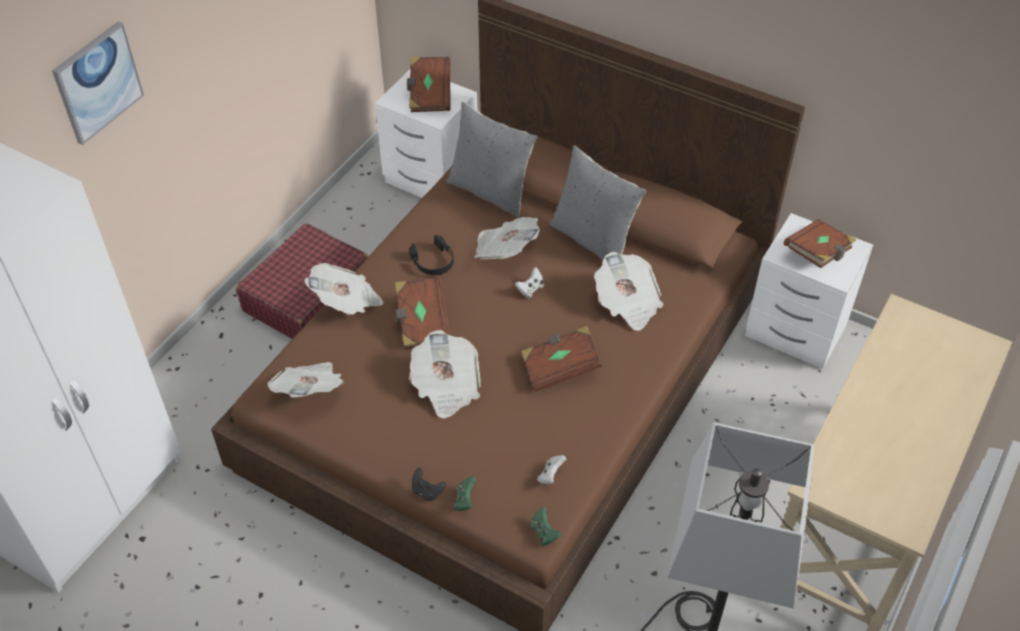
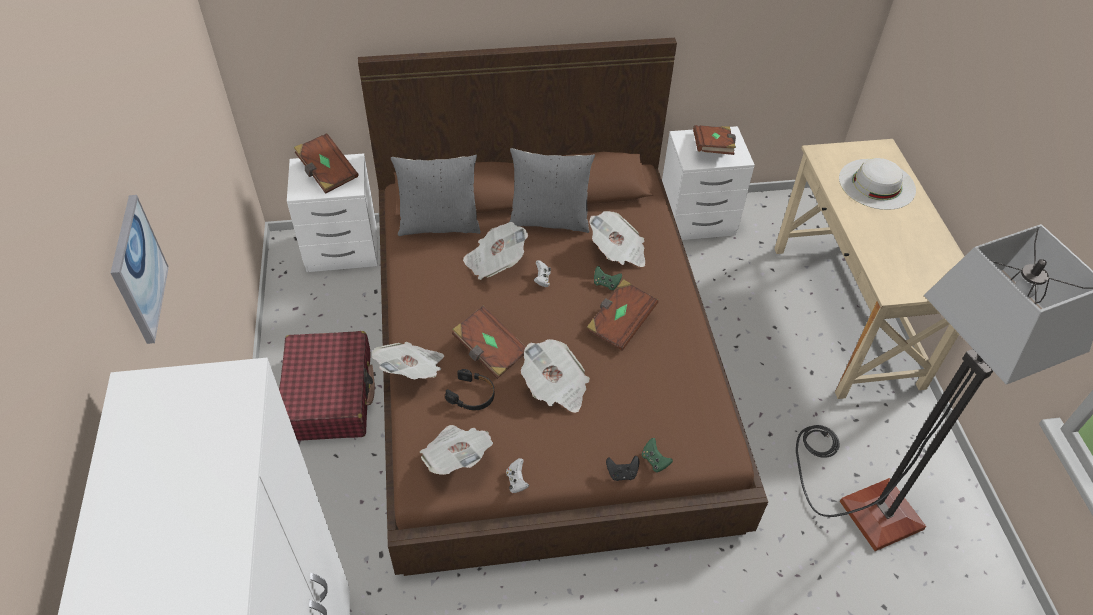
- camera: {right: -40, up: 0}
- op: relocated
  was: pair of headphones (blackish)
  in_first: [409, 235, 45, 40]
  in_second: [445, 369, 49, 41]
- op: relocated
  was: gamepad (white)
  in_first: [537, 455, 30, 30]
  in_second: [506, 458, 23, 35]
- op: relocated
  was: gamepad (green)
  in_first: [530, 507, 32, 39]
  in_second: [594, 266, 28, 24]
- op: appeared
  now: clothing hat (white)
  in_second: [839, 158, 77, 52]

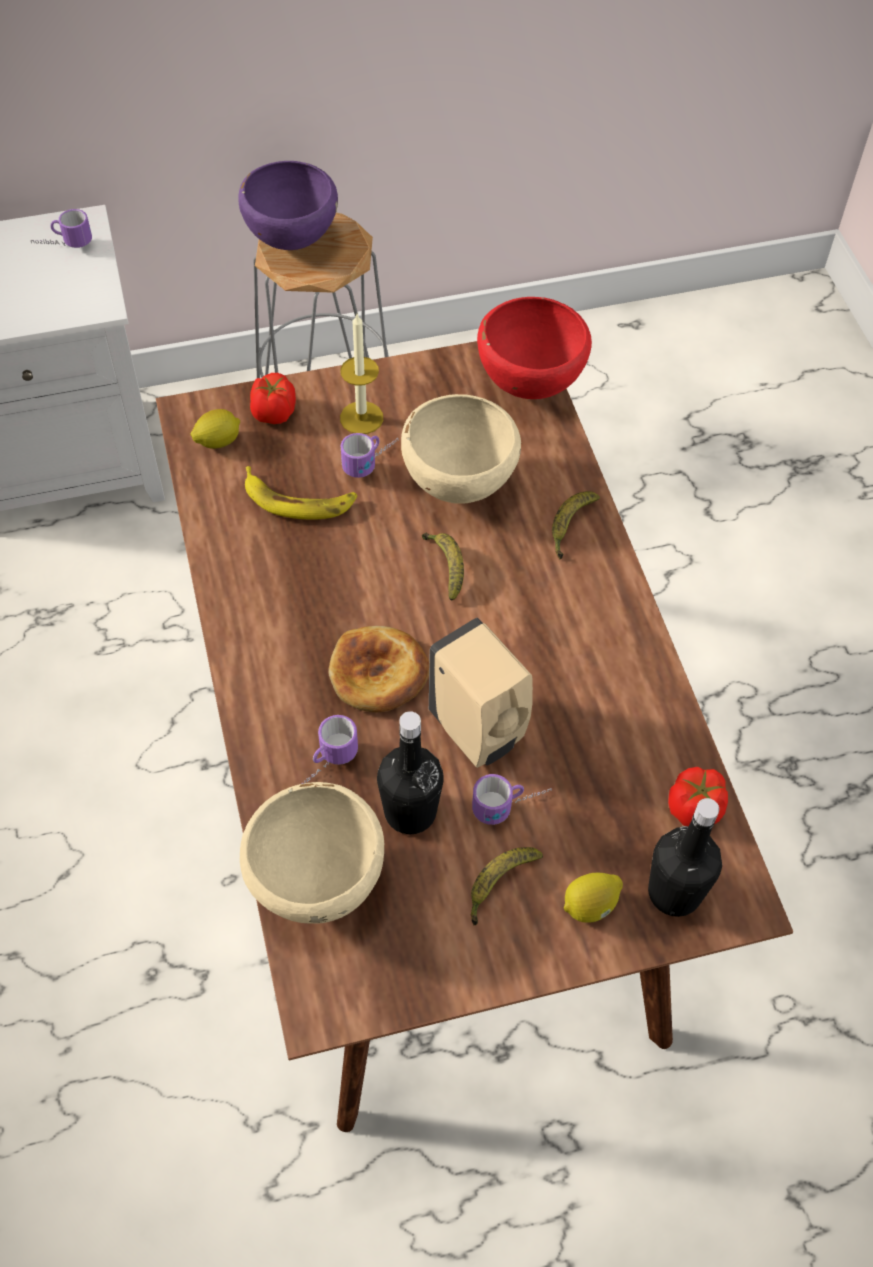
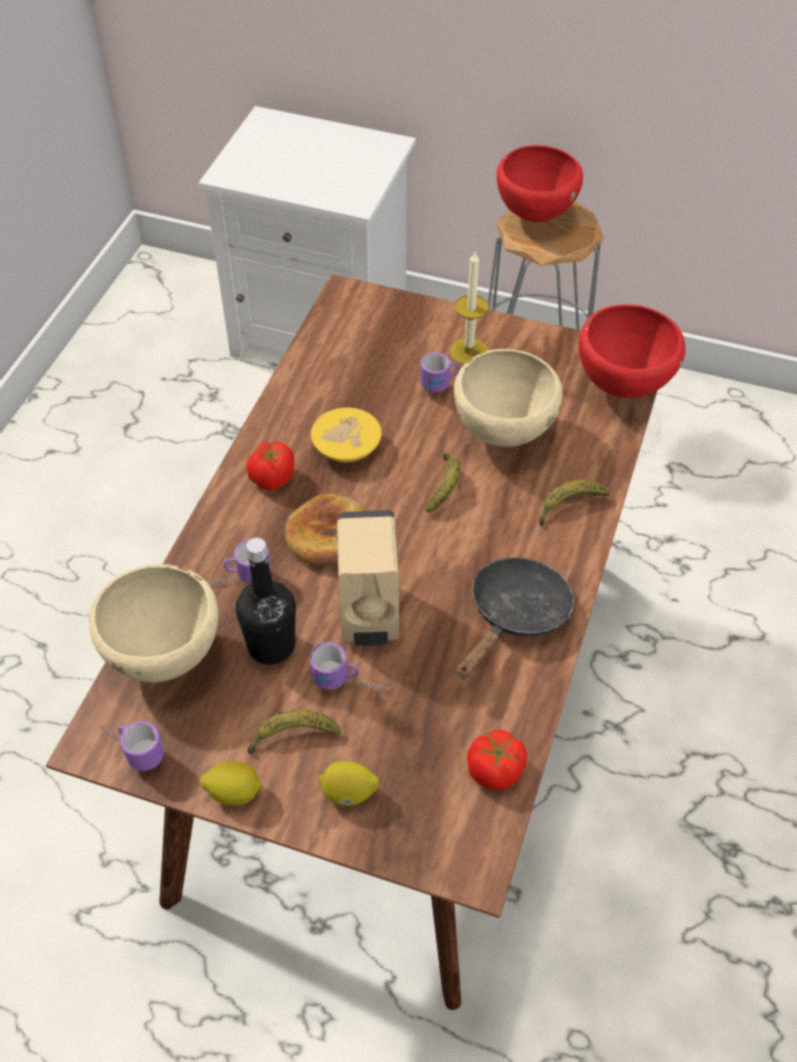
- camera: {right: 35, up: -5}
- op: relocated
  was: coffee mug
  in_first: [31, 209, 61, 39]
  in_second: [100, 721, 64, 50]
- op: relocated
  was: whole lemon
  in_first: [190, 409, 50, 40]
  in_second: [200, 761, 62, 45]
- op: relocated
  was: whole tomato
  in_first: [250, 373, 46, 51]
  in_second: [246, 441, 49, 49]
- op: appeared
  now: bowl (yellow)
  in_second: [311, 407, 71, 55]
- op: appeared
  now: frying pan (blackish)
  in_second: [456, 557, 118, 122]
- op: colour
  was: bowl (purple-coloured)
  now: bowl (red)
  in_first: [238, 161, 100, 89]
  in_second: [497, 145, 86, 77]
- op: missing
  was: banana fruit
  in_first: [245, 466, 112, 54]
- op: missing
  was: beverage bottle (blackish)
  in_first: [648, 798, 74, 119]

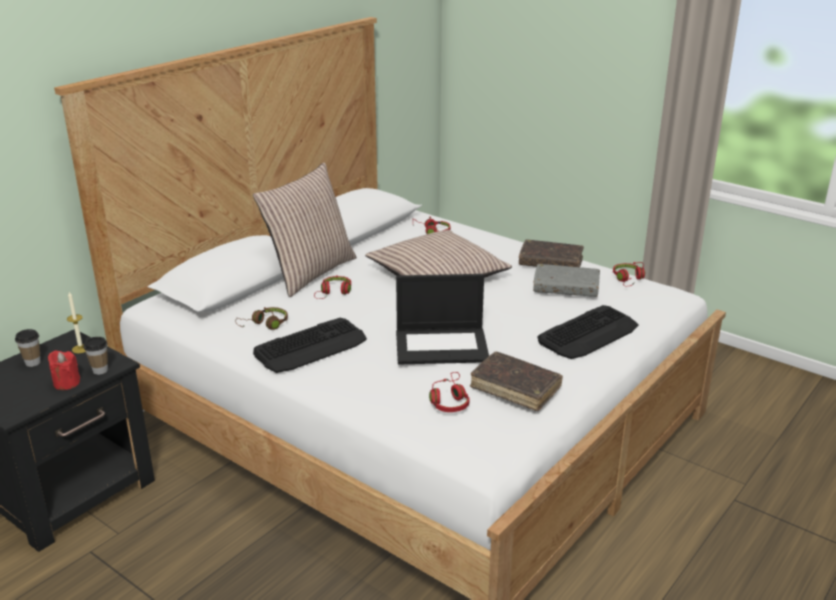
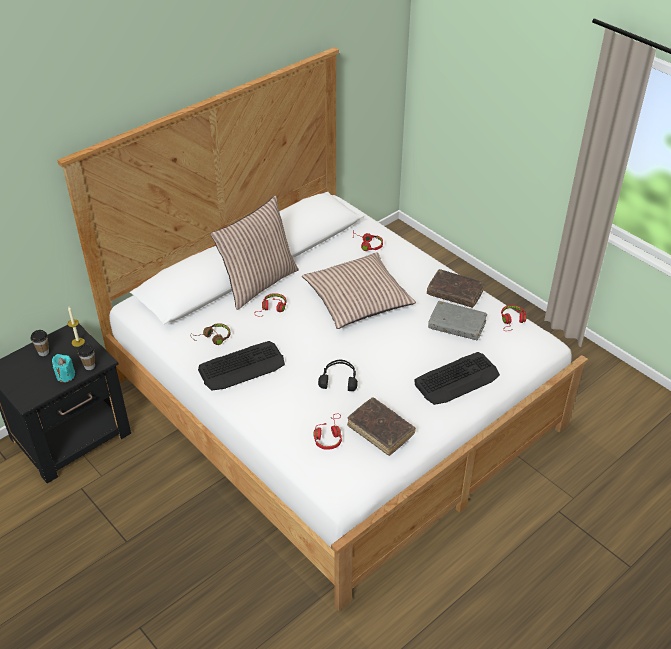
- camera: {right: 10, up: 15}
- op: colour
  was: wax candle (red)
  now: wax candle (turquoise)
  in_first: [48, 350, 32, 40]
  in_second: [52, 354, 23, 29]
- op: exchanged
  was: laptop
  now: pair of headphones (blackish)
  in_first: [396, 274, 93, 91]
  in_second: [318, 360, 40, 31]

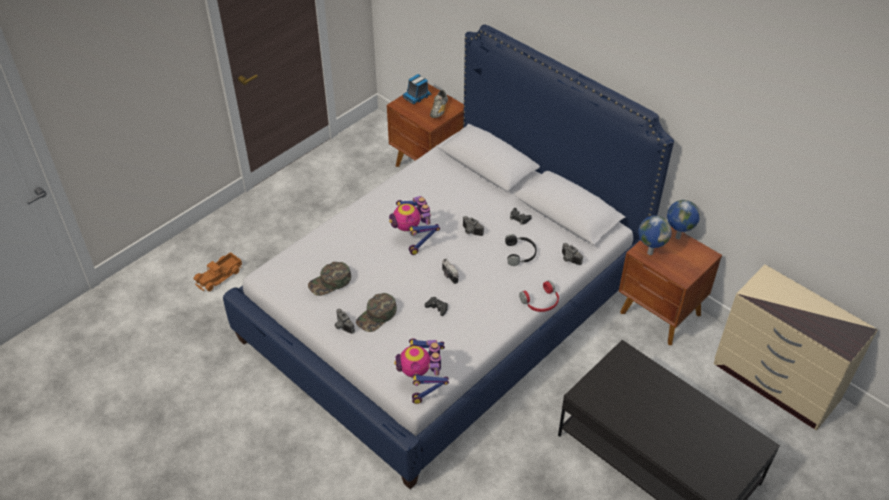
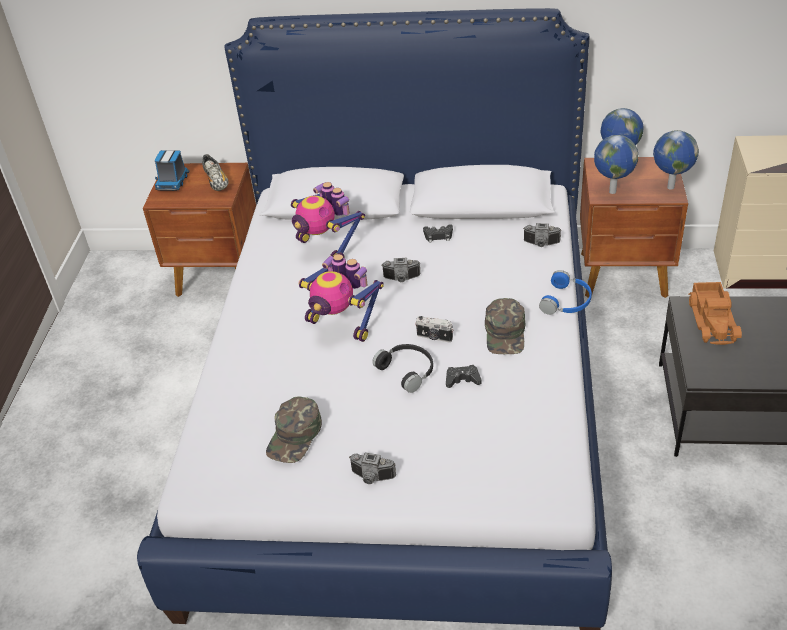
- camera: {right: -35, up: -5}
- op: relocated
  was: robot figure
  in_first: [394, 338, 55, 66]
  in_second: [291, 182, 74, 75]
- op: relocated
  was: pair of headphones (blackish)
  in_first: [505, 234, 32, 32]
  in_second: [372, 344, 61, 49]
- op: relocated
  was: baseball cap (green)
  in_first: [356, 293, 41, 39]
  in_second: [485, 298, 41, 56]
- op: colour
  was: pair of headphones (red)
  now: pair of headphones (blue)
  in_first: [519, 280, 40, 32]
  in_second: [539, 270, 53, 45]
- op: appeared
  now: desk globe
  in_second: [653, 130, 46, 60]
- op: relocated
  was: model truck
  in_first: [194, 252, 48, 39]
  in_second: [688, 282, 54, 63]

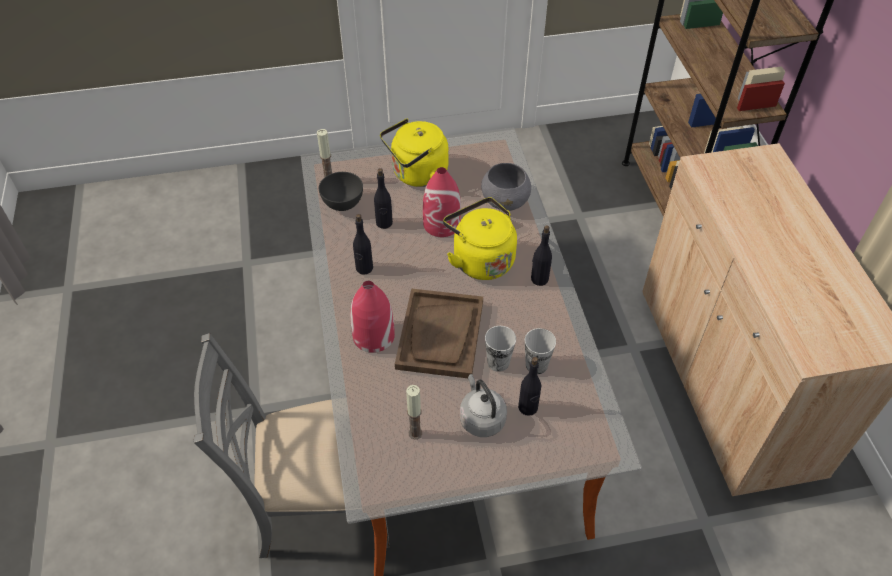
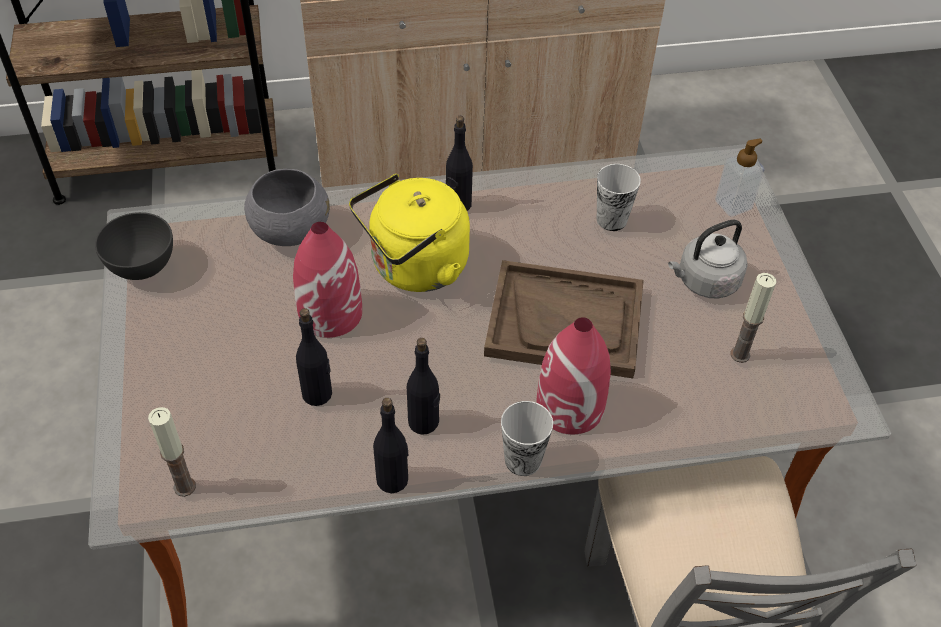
- camera: {right: -90, up: 0}
- op: relocated
  was: bowl (grey)
  in_first: [319, 172, 44, 39]
  in_second: [95, 212, 78, 68]
- op: relocated
  was: beverage bottle (blackish)
  in_first: [518, 357, 23, 59]
  in_second: [373, 398, 35, 95]
- op: relocated
  was: cup
  in_first: [485, 326, 31, 46]
  in_second: [501, 401, 52, 75]
- op: appeared
  now: liquid soap bottle
  in_second: [715, 139, 49, 78]
- op: missing
  was: tea kettle (yellow)
  in_first: [380, 119, 68, 68]

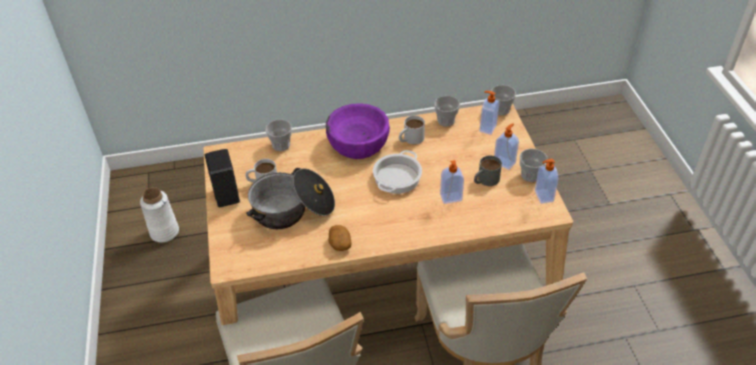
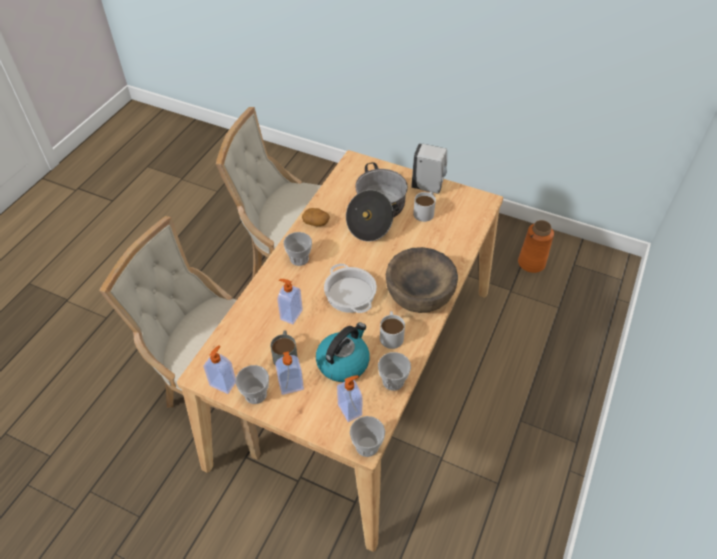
- camera: {right: 125, up: 5}
- op: relocated
  was: cup
  in_first: [265, 120, 27, 31]
  in_second: [284, 232, 28, 34]
- op: appeared
  now: tea kettle
  in_second: [316, 322, 54, 60]
- op: colour
  was: bowl (purple-coloured)
  now: bowl (brown)
  in_first: [326, 103, 64, 56]
  in_second: [386, 247, 72, 66]
- op: colour
  was: liquid soap bottle (blackish)
  now: liquid soap bottle (white)
  in_first: [205, 149, 35, 58]
  in_second: [411, 143, 36, 51]
- op: colour
  was: flower vase (white)
  now: flower vase (orangey)
  in_first: [140, 187, 39, 55]
  in_second: [518, 220, 36, 53]

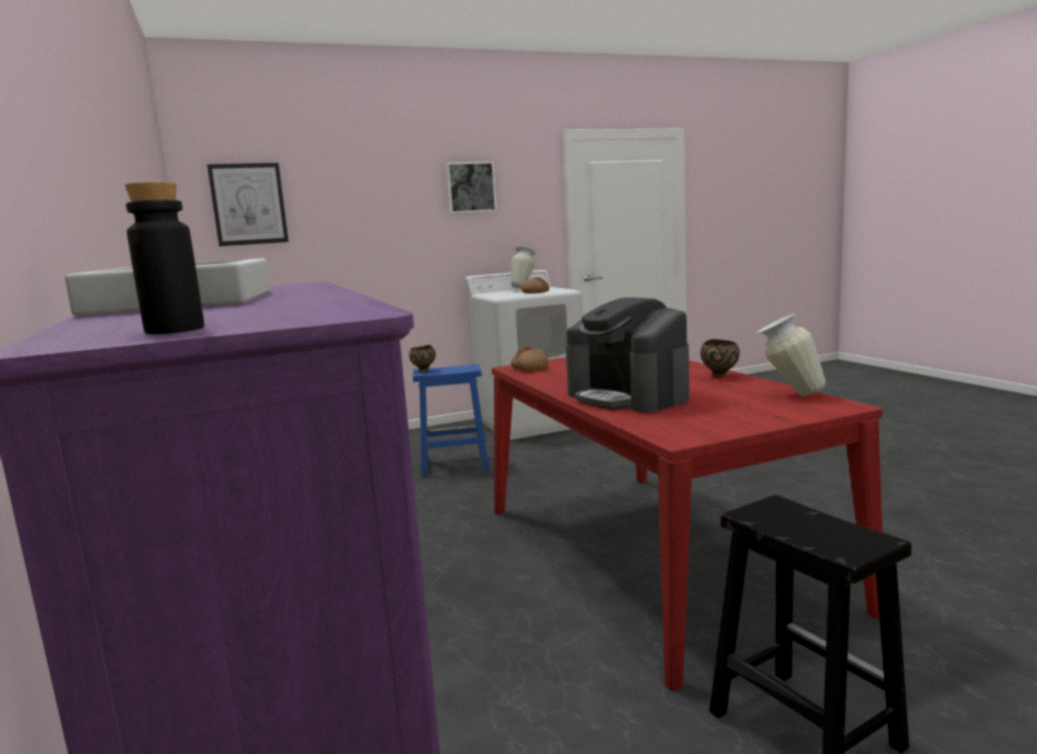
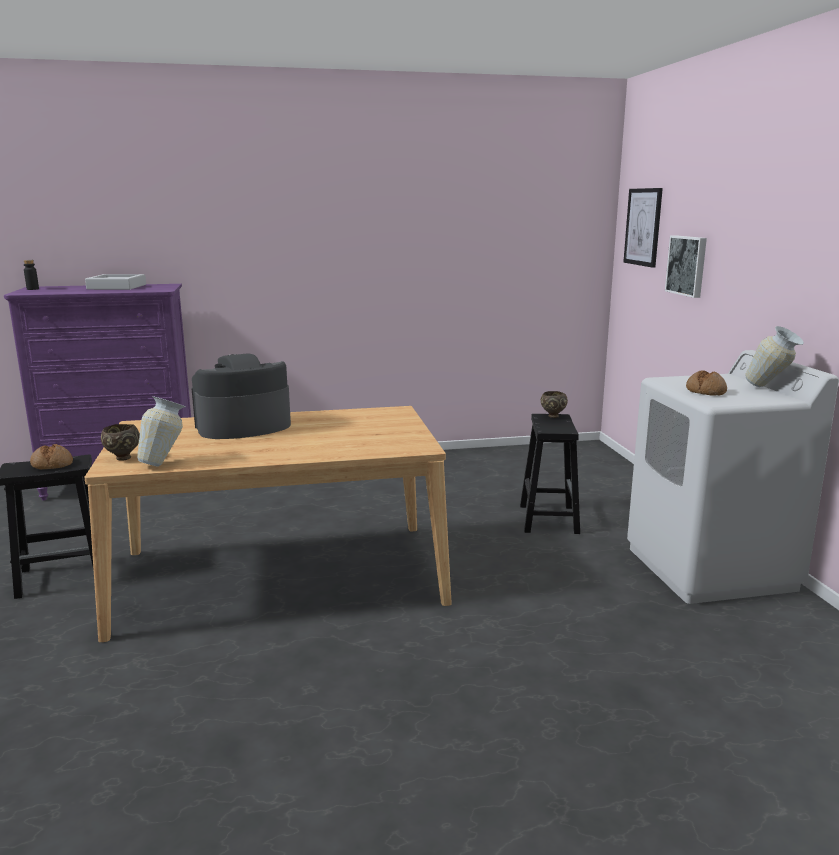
- camera: {right: 100, up: 5}
- op: relocated
  was: bakery bread
  in_first: [511, 347, 38, 24]
  in_second: [30, 444, 43, 26]
- op: colour
  was: dining table (red)
  now: dining table (sand-coloured)
  in_first: [492, 357, 391, 334]
  in_second: [84, 406, 368, 236]
- op: relocated
  was: bowl (brown)
  in_first: [700, 339, 40, 39]
  in_second: [101, 424, 39, 36]
- op: colour
  was: stool (blue)
  now: stool (blackish)
  in_first: [413, 364, 76, 113]
  in_second: [520, 414, 60, 120]
- op: relocated
  was: wall picture
  in_first: [446, 161, 51, 52]
  in_second: [665, 235, 42, 63]

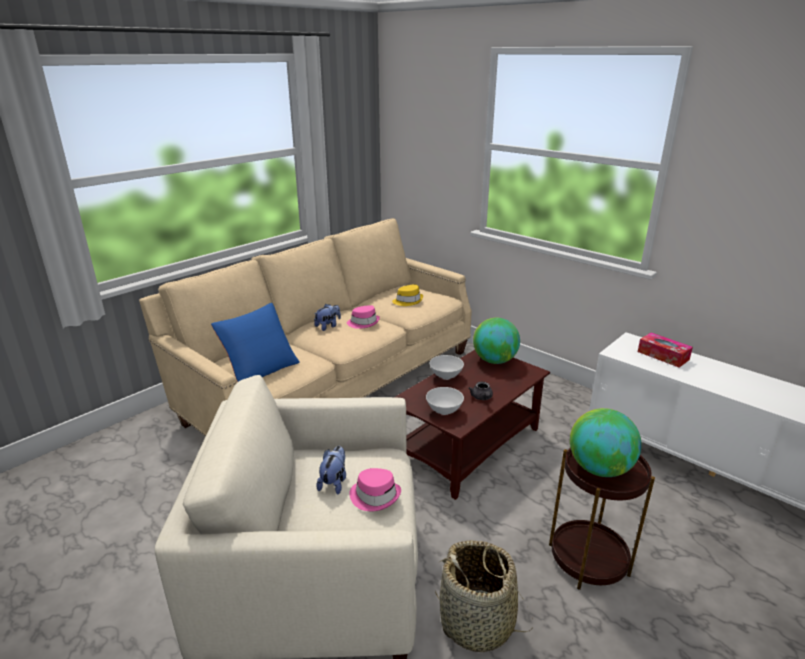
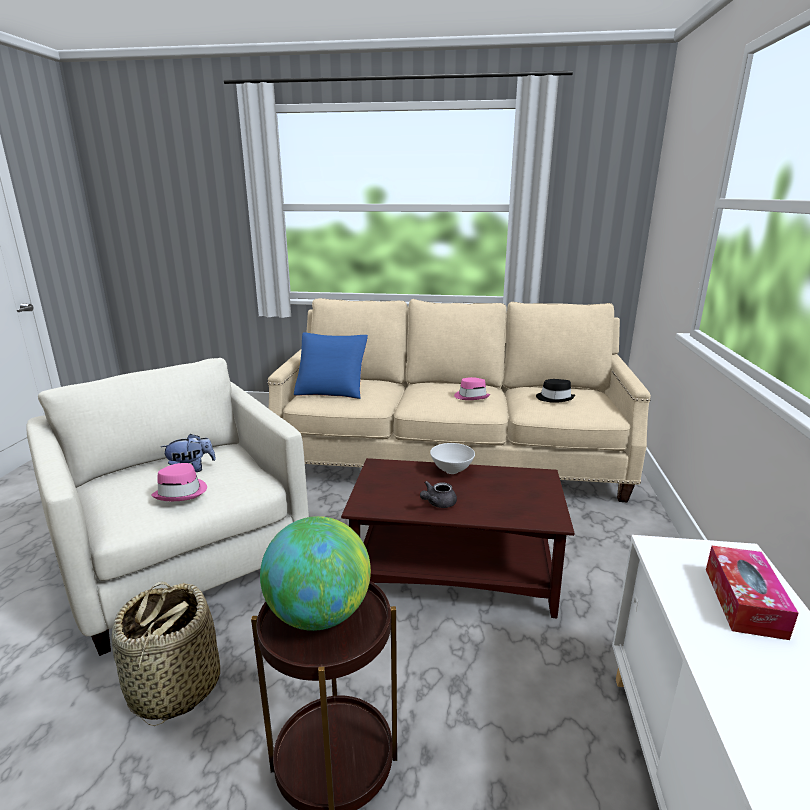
- camera: {right: 55, up: -5}
- op: colour
  was: clothing hat (yellow)
  now: clothing hat (blackish)
  in_first: [392, 284, 31, 22]
  in_second: [536, 379, 39, 24]
- op: missing
  was: plush toy
  in_first: [314, 304, 27, 27]
- op: missing
  was: bowl (white)
  in_first: [426, 387, 38, 28]
- op: missing
  was: desk globe
  in_first: [473, 318, 47, 46]

